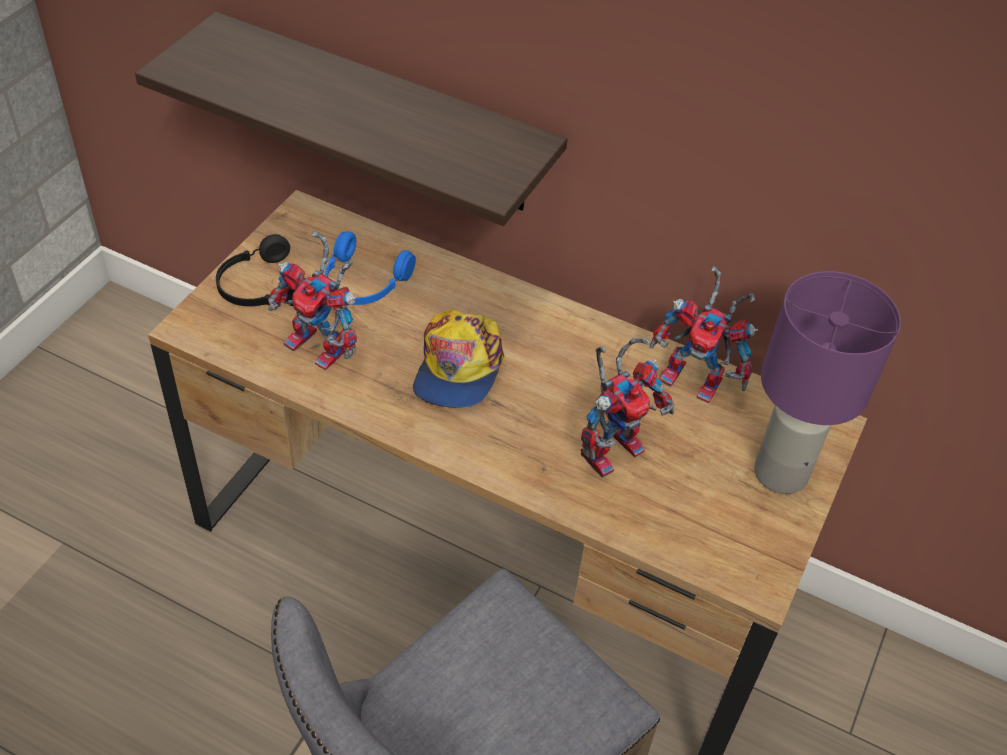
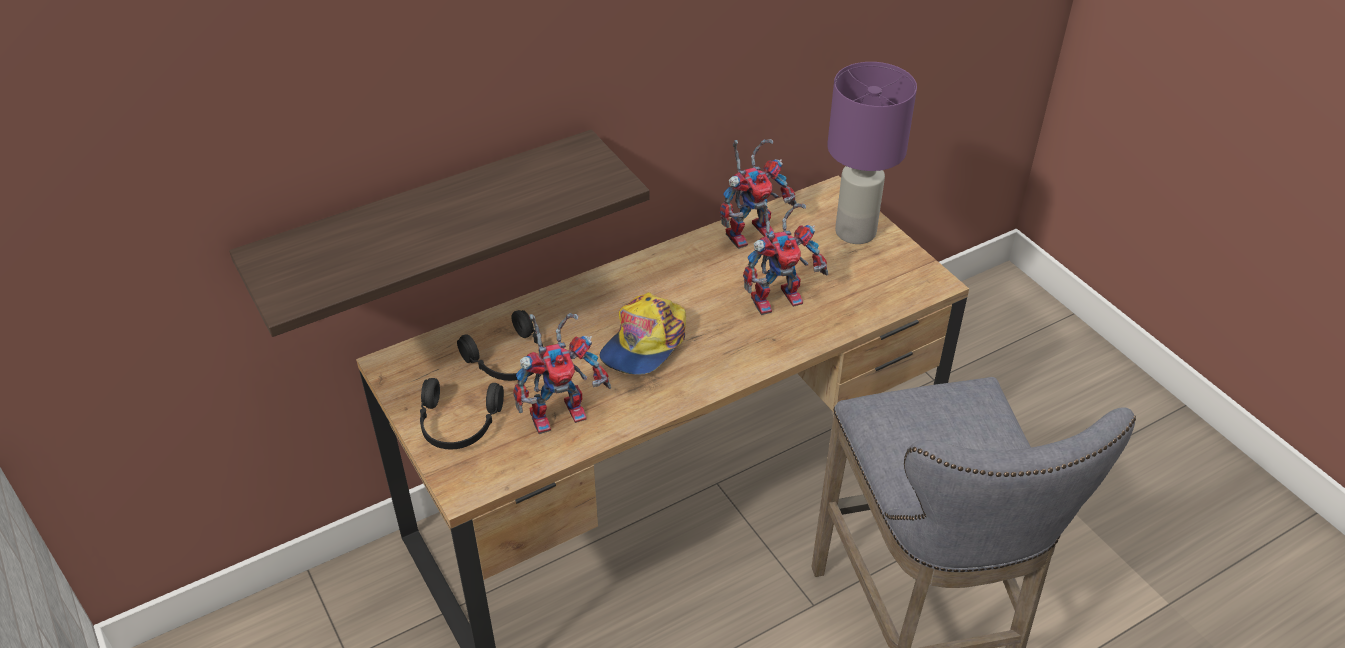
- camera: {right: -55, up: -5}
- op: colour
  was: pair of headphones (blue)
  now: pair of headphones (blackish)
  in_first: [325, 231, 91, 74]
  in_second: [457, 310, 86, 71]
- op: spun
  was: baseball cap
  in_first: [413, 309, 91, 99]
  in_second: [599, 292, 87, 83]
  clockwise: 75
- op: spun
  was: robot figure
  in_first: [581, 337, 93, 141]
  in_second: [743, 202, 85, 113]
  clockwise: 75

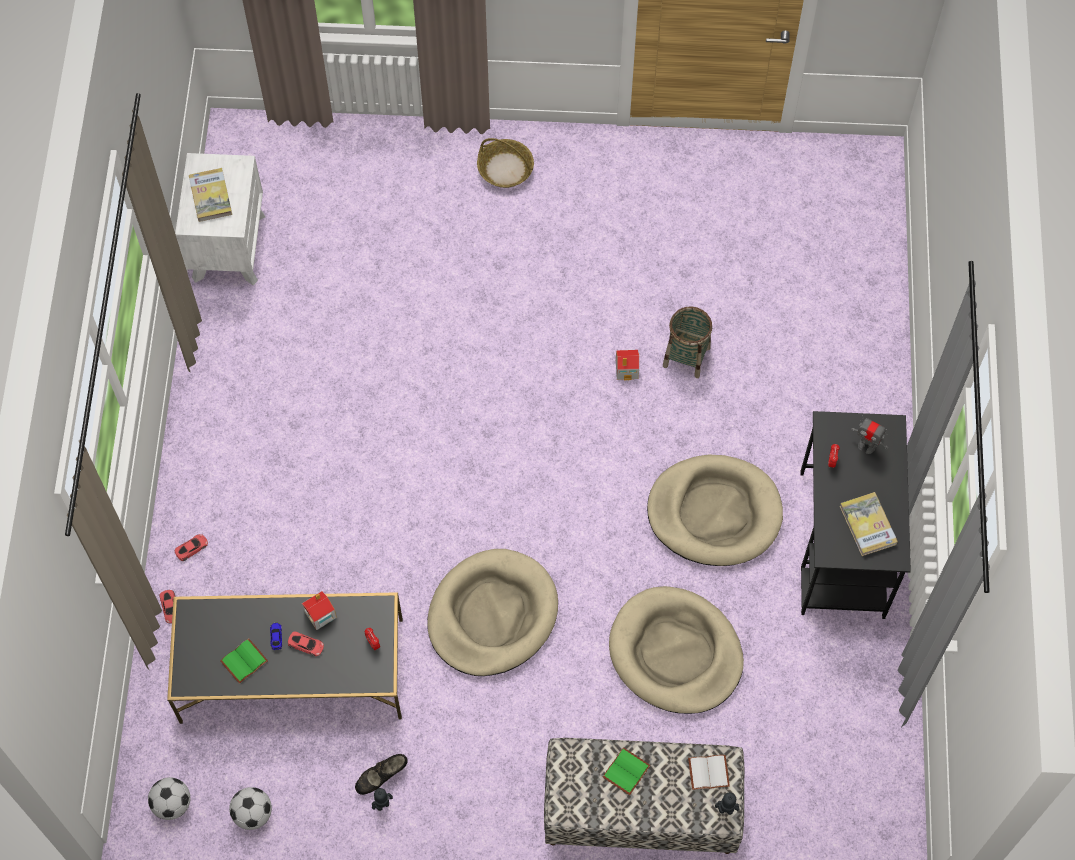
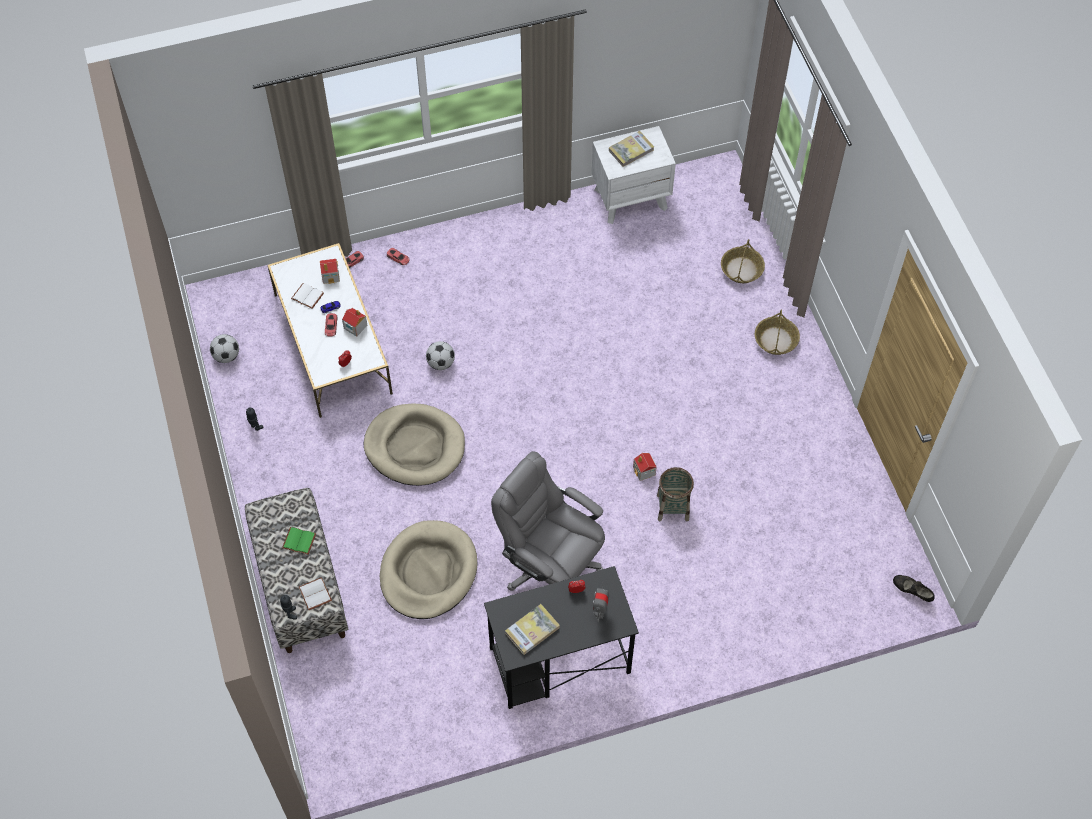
- camera: {right: 70, up: -5}
- op: colour
  was: lounge table (blackish)
  now: lounge table (white)
  in_first: [167, 592, 236, 132]
  in_second: [267, 243, 126, 175]
- op: colour
  was: volume (green)
  now: volume (white)
  in_first: [220, 638, 48, 46]
  in_second: [291, 283, 33, 26]
- op: appeared
  now: model house
  in_second: [320, 259, 20, 25]
- op: relocated
  was: ball for football
  in_first: [148, 777, 42, 43]
  in_second: [426, 341, 29, 29]
- op: exchanged
  was: pet bed (sand-coloured)
  now: office chair (grey)
  in_first: [647, 455, 136, 111]
  in_second: [491, 451, 114, 140]
- op: appeared
  now: storage basket
  in_second: [721, 239, 44, 44]
- op: relocated
  was: item of footwear (blackish)
  in_first: [355, 754, 52, 41]
  in_second: [893, 575, 42, 27]

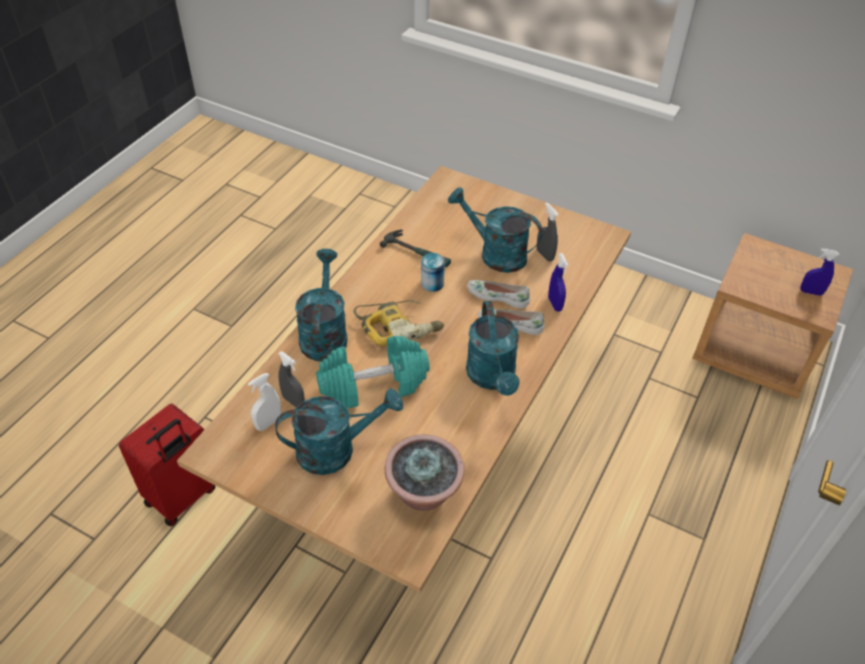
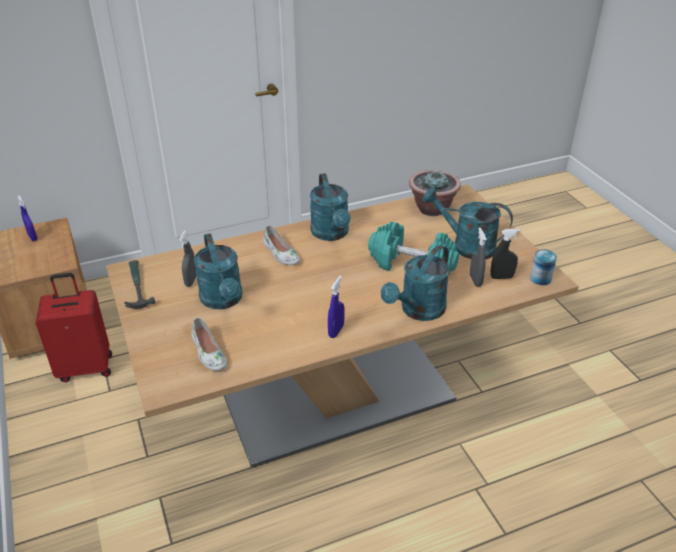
- camera: {right: -140, up: -10}
- op: relocated
  was: piece of luggage (red)
  in_first: [119, 404, 96, 123]
  in_second: [36, 273, 76, 109]
- op: relocated
  was: hammer
  in_first: [380, 230, 71, 37]
  in_second: [124, 260, 32, 49]
- op: relocated
  was: item of footwear (white)
  in_first: [467, 280, 63, 28]
  in_second: [192, 317, 35, 54]
- op: spun
  was: watering can (turquoise)
  in_first: [466, 301, 54, 95]
  in_second: [310, 173, 41, 68]
  clockwise: 135
- op: relocated
  was: sprayer (blue)
  in_first: [548, 253, 20, 59]
  in_second: [328, 276, 17, 62]
- op: colour
  was: sprayer (white)
  now: sprayer (blackish)
  in_first: [248, 373, 33, 58]
  in_second: [491, 229, 29, 50]
- op: relocated
  was: can
  in_first: [421, 253, 24, 39]
  in_second: [530, 249, 27, 36]
- op: missing
  was: power drill
  in_first: [353, 300, 91, 46]

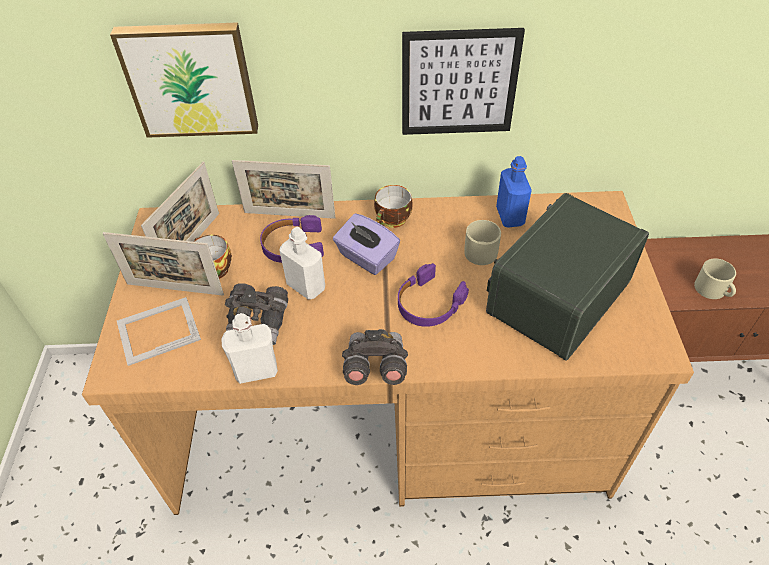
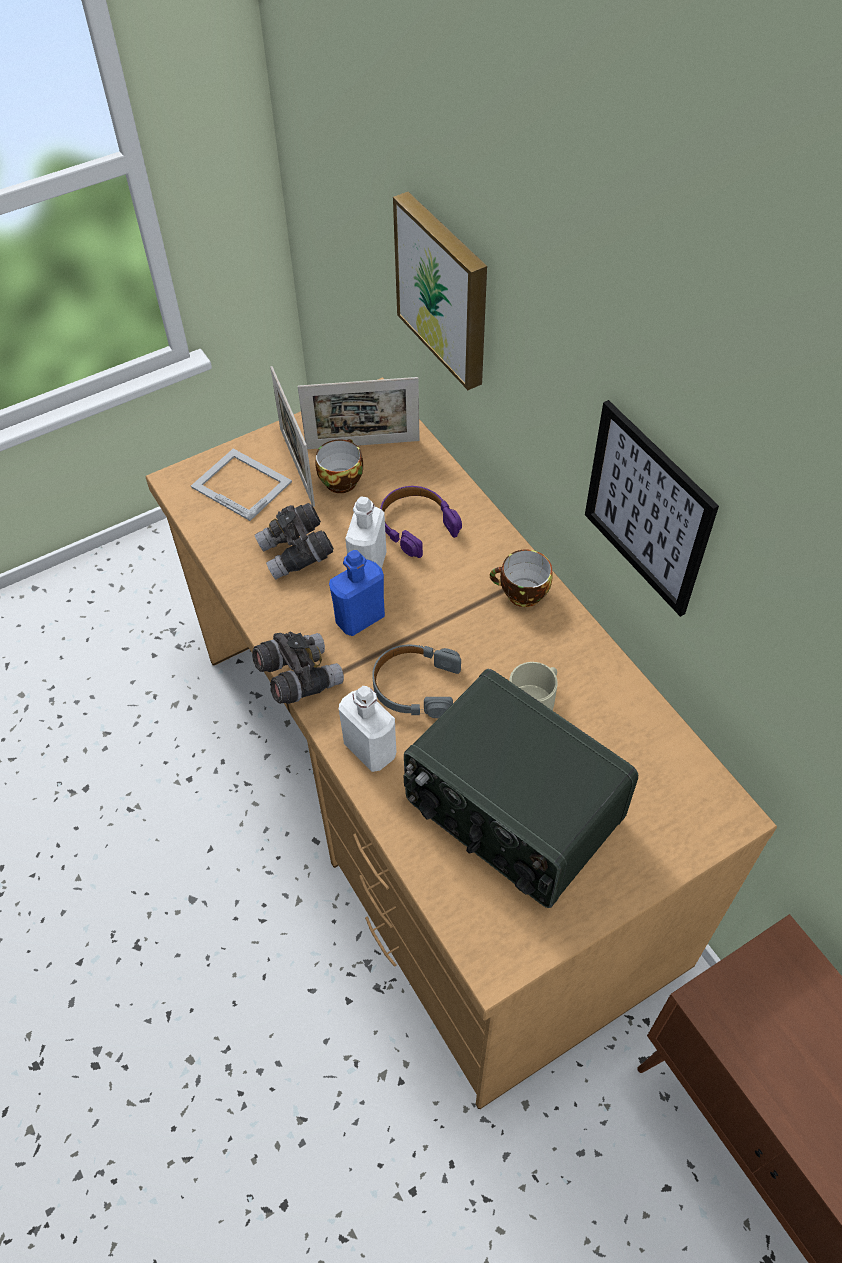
- camera: {right: 60, up: 5}
- op: relocated
  was: beverage bottle (blue)
  in_first: [496, 156, 36, 71]
  in_second: [329, 550, 56, 86]
- op: relocated
  was: beverage bottle (white)
  in_first: [221, 313, 57, 71]
  in_second: [339, 686, 58, 86]
- op: colour
  was: pair of headphones (purple-coloured)
  now: pair of headphones (grey)
  in_first: [398, 263, 71, 64]
  in_second: [372, 645, 89, 73]
- op: spun
  was: radio set
  in_first: [486, 193, 163, 168]
  in_second: [403, 669, 235, 239]
  clockwise: -150
- op: missing
  was: photo frame
  in_first: [232, 160, 103, 59]
- op: missing
  was: tissue box (purple-coloured)
  in_first: [333, 214, 67, 61]
- op: missing
  was: coffee mug (sand-coloured)
  in_first: [694, 258, 42, 41]

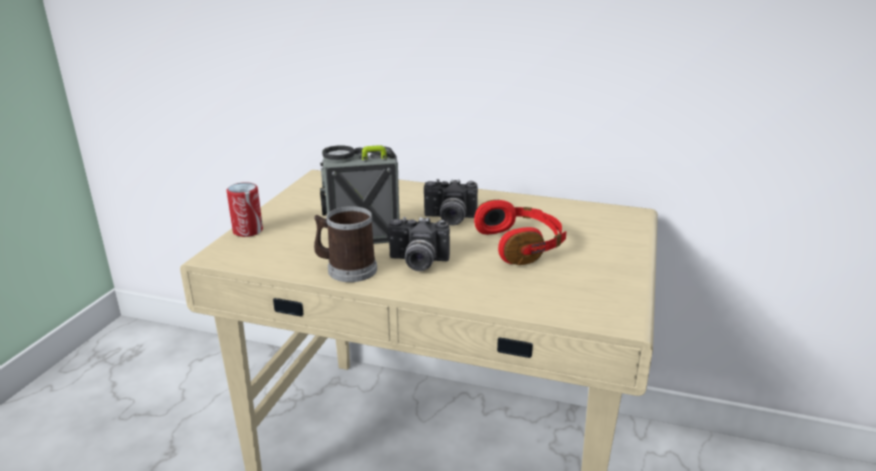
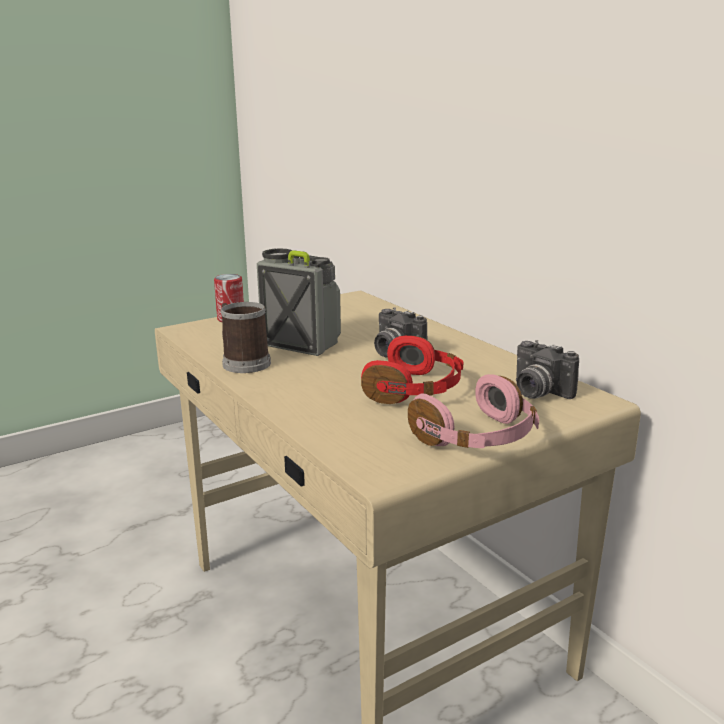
- camera: {right: 40, up: -5}
- op: appeared
  now: pair of headphones (pink-coloured)
  in_second: [408, 374, 131, 74]
- op: relocated
  was: still camera
  in_first: [388, 217, 62, 54]
  in_second: [516, 340, 63, 59]

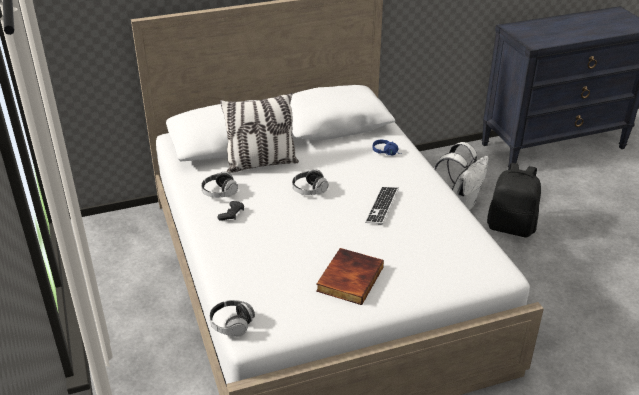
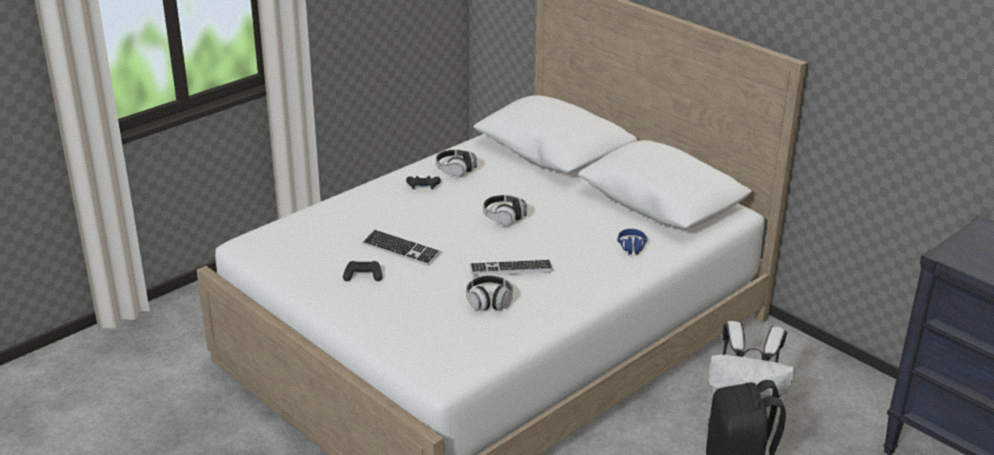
- camera: {right: 65, up: -5}
- op: exchanged
  was: volume
  now: gamepad (blackish)
  in_first: [316, 248, 68, 57]
  in_second: [343, 261, 40, 20]
- op: appeared
  now: PC keyboard
  in_second: [362, 229, 79, 37]
- op: relocated
  was: pair of headphones
  in_first: [209, 300, 46, 37]
  in_second: [466, 275, 47, 36]
- op: missing
  was: throw pillow
  in_first: [220, 93, 79, 80]

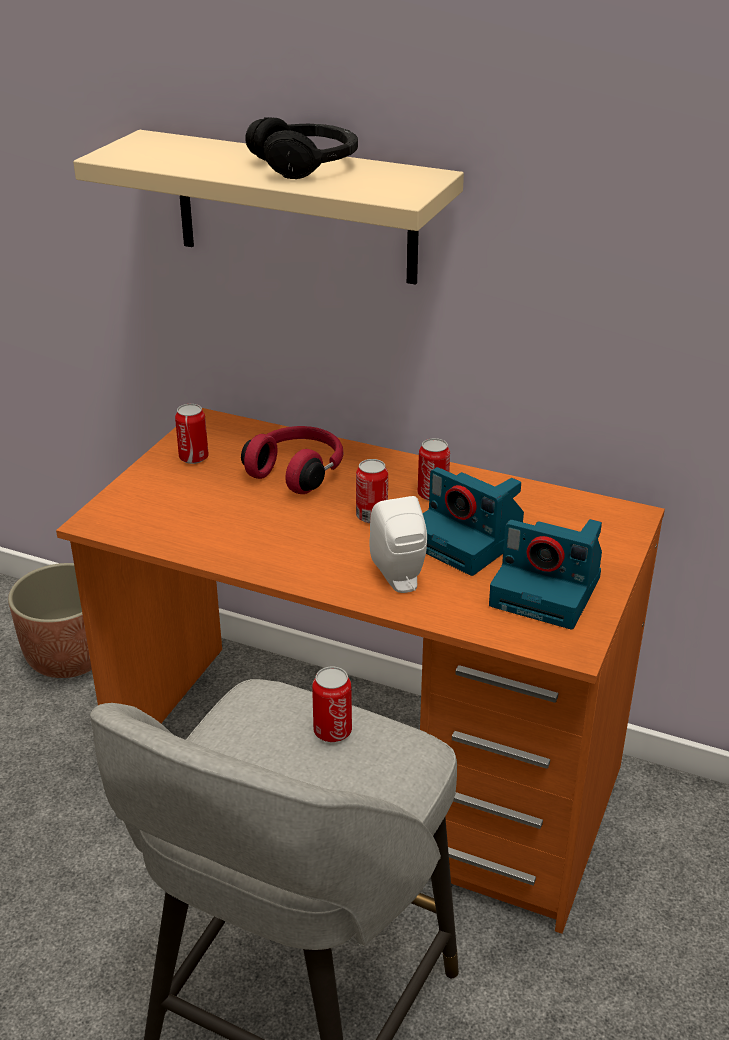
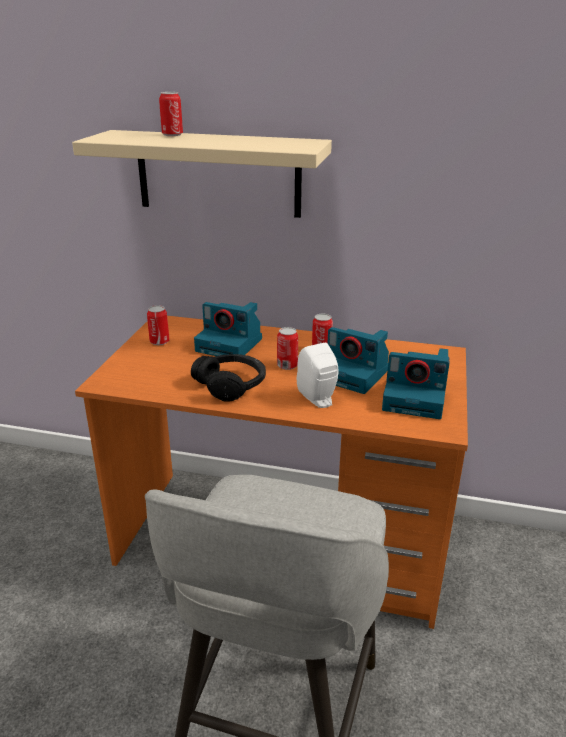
- camera: {right: -10, up: -5}
- op: relocated
  was: can
  in_first: [312, 667, 40, 75]
  in_second: [159, 92, 24, 44]
- op: relocated
  was: pair of headphones (blackish)
  in_first: [245, 117, 113, 62]
  in_second: [191, 354, 75, 48]
- op: exchanged
  was: pair of headphones (red)
  now: still camera
  in_first: [241, 426, 103, 68]
  in_second: [194, 302, 68, 54]
- op: missing
  was: flower pot
  in_first: [8, 563, 84, 115]

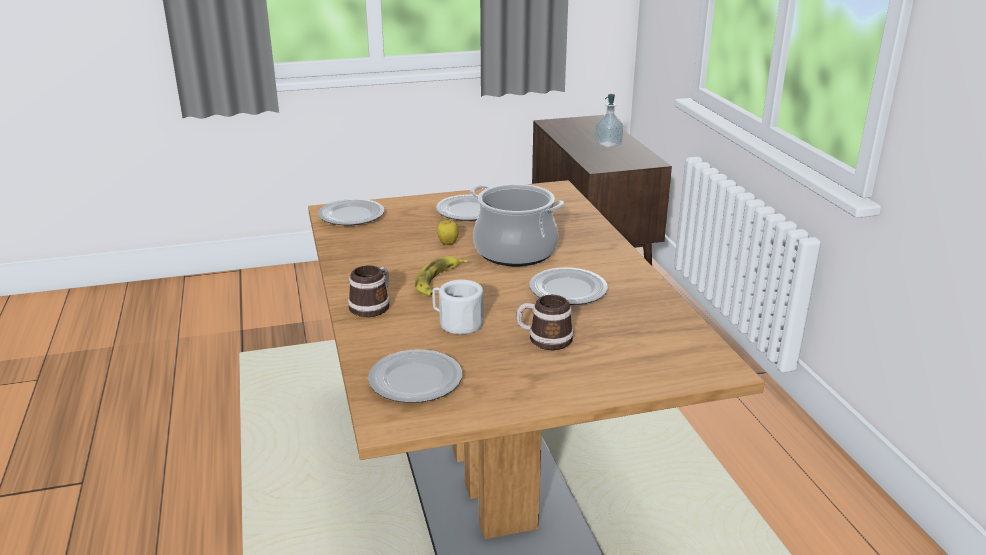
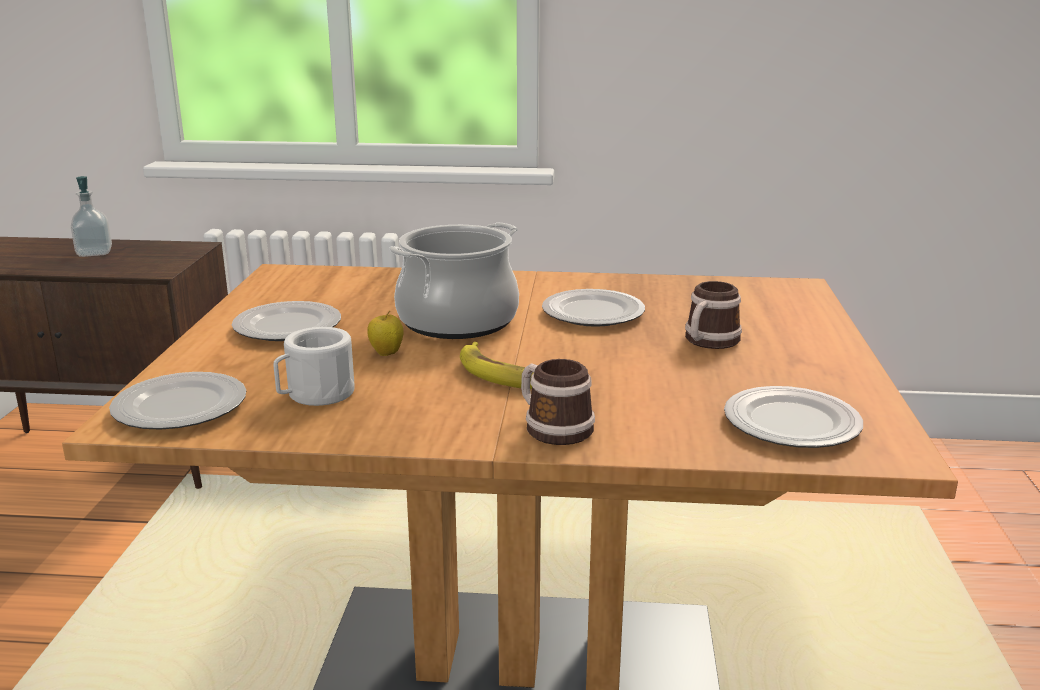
- camera: {right: -70, up: -5}
- op: relocated
  was: coffee mug (white)
  in_first: [432, 280, 51, 54]
  in_second: [274, 327, 80, 79]

